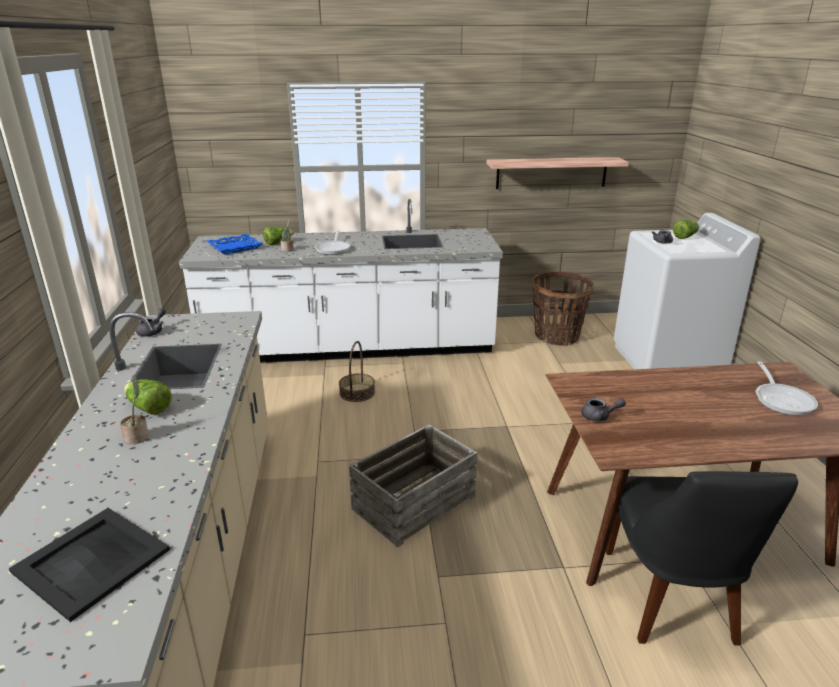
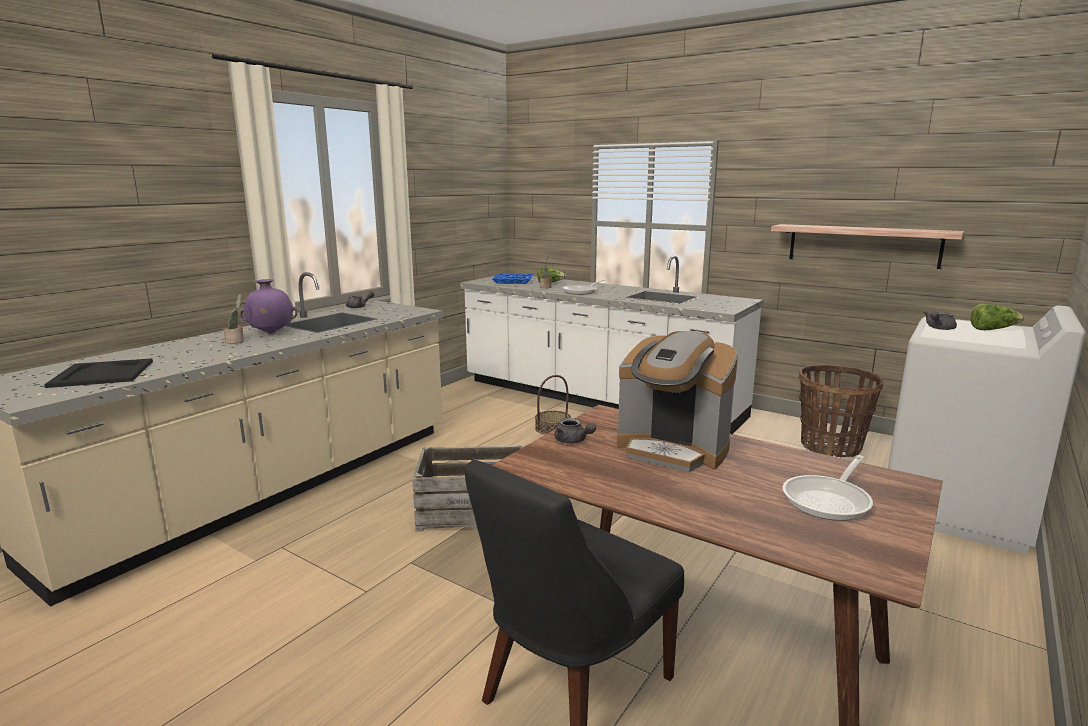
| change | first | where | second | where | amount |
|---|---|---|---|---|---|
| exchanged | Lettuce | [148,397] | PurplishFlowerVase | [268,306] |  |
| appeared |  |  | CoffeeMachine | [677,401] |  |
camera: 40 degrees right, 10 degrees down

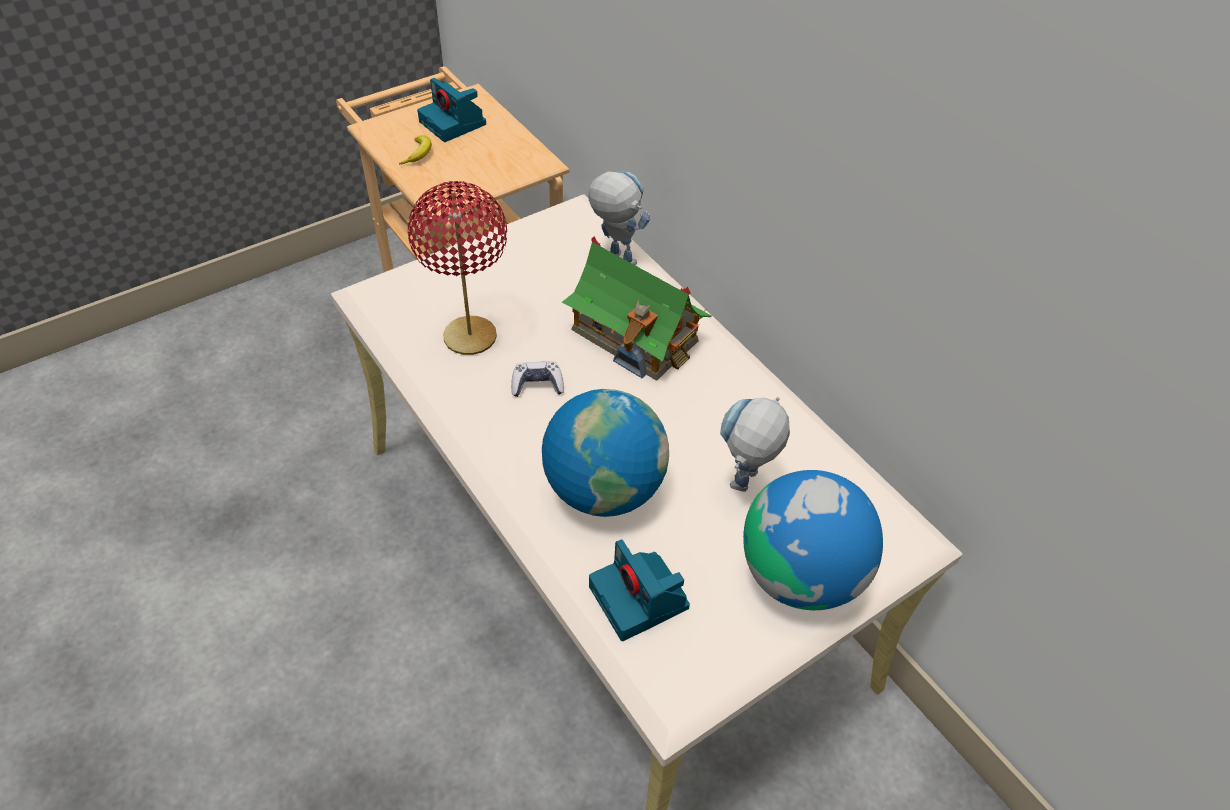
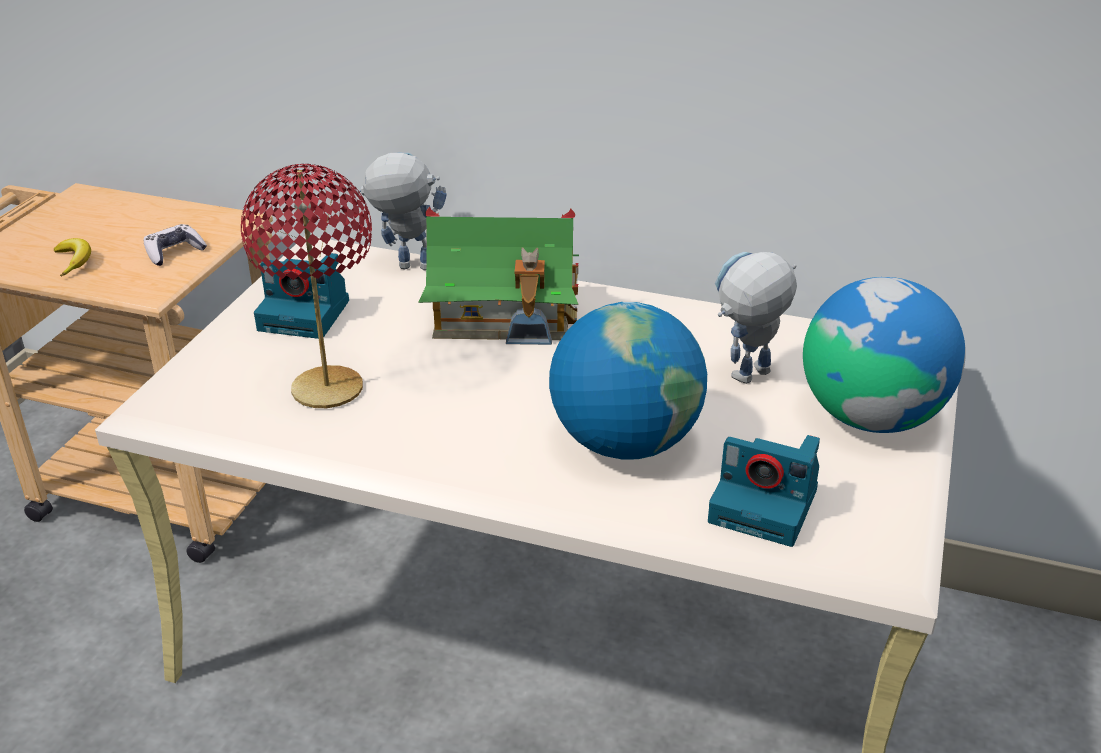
| change | first | where | second | where | amount |
|---|---|---|---|---|---|
| relocated | Gamepad | [537,379] |  | [175,245] |  |
| relocated | PhotoCamera | [451,110] |  | [301,296] |  |
| spun | ToyRobot | [755,444] |  | [756,318] | 60 degrees clockwise |
camera: 35 degrees left, 15 degrees down

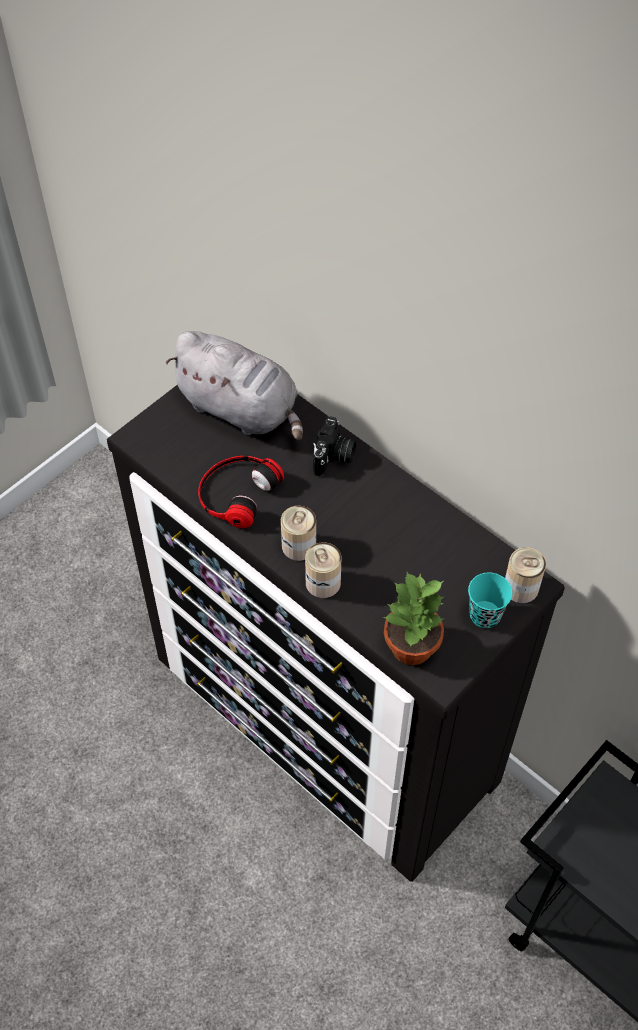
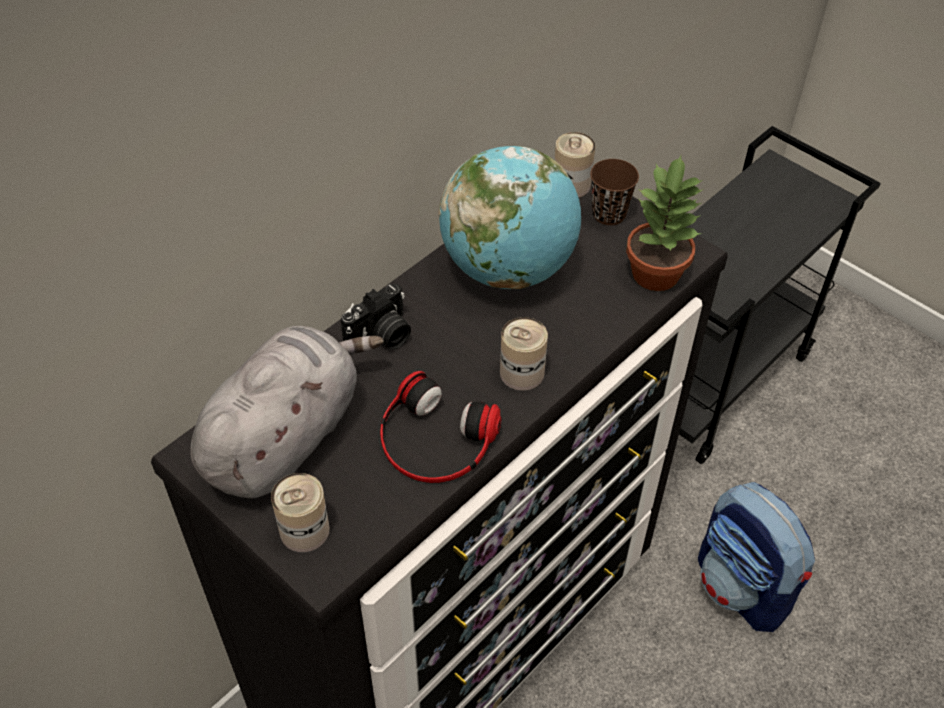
| change | first | where | second | where | amount |
|---|---|---|---|---|---|
| relocated | MetalCan | [323,570] |  | [300,512] |  |
| spun | PhotoCamera | [334,446] |  | [376,317] | 120 degrees clockwise |
| appeared |  |  | DeskGlobe | [510,217] |  |
| colour | TurquoiseColouredCup | [490,600] | BrownColouredCup | [614,192] |  |
| appeared |  |  | Knapsack | [756,557] |  |
camera: 90 degrees left, 5 degrees down

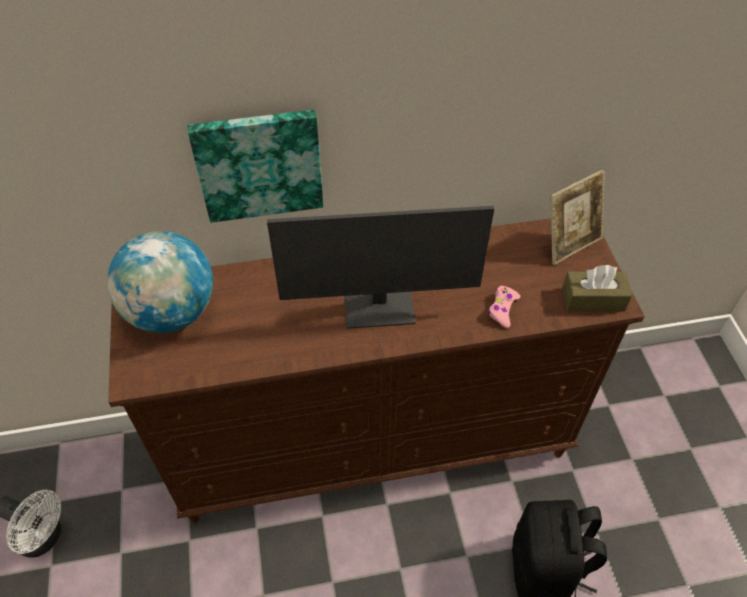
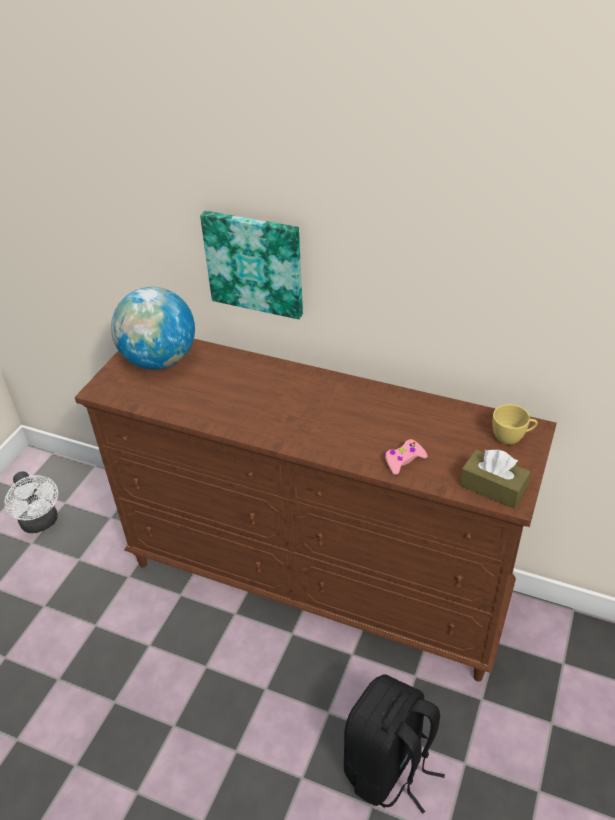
| change | first | where | second | where | amount |
|---|---|---|---|---|---|
| exchanged | PictureFrame | [578,217] | YellowColouredCup | [515,424] |  |
| missing | ComputerScreen | [380,267] |  |  |  |
camera: 35 degrees right, 10 degrees down

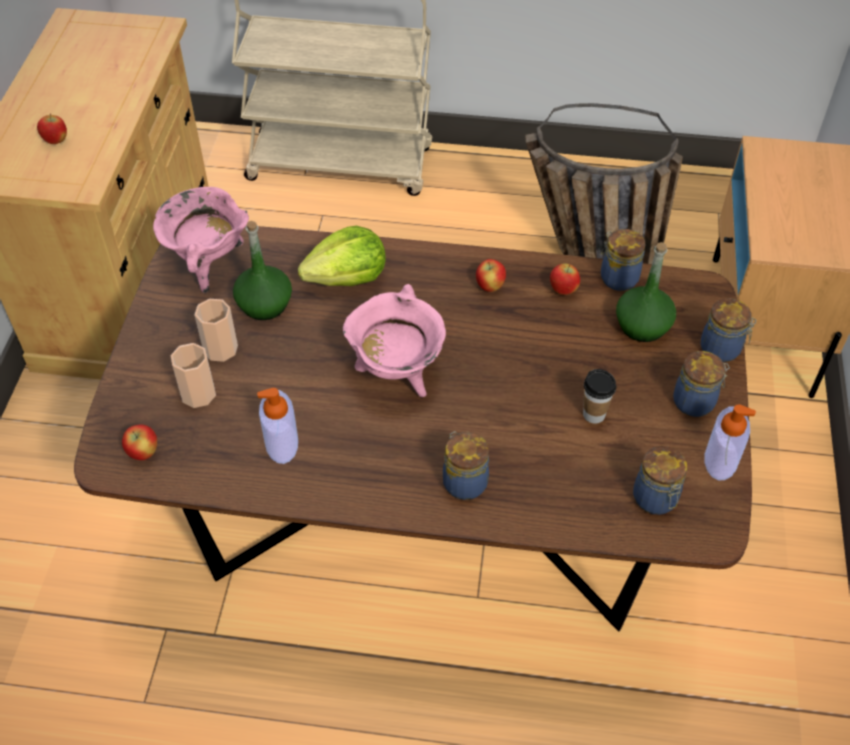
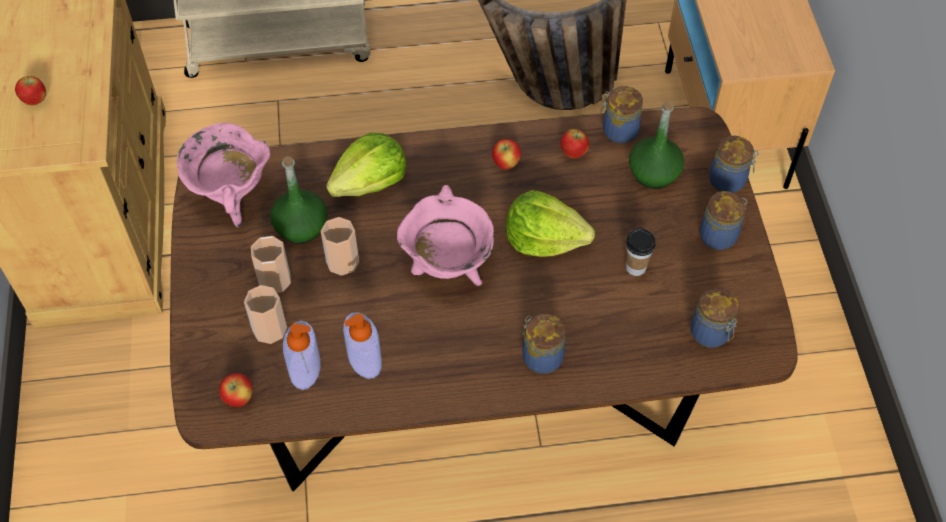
| change | first | where | second | where | amount |
|---|---|---|---|---|---|
| relocated | SoapBottle | [730,442] |  | [302,355] |  |
| appeared |  |  | Cup | [340,246] |  |
| appeared |  |  | Lettuce | [550,223] |  |
camera: 15 degrees left, 5 degrees up

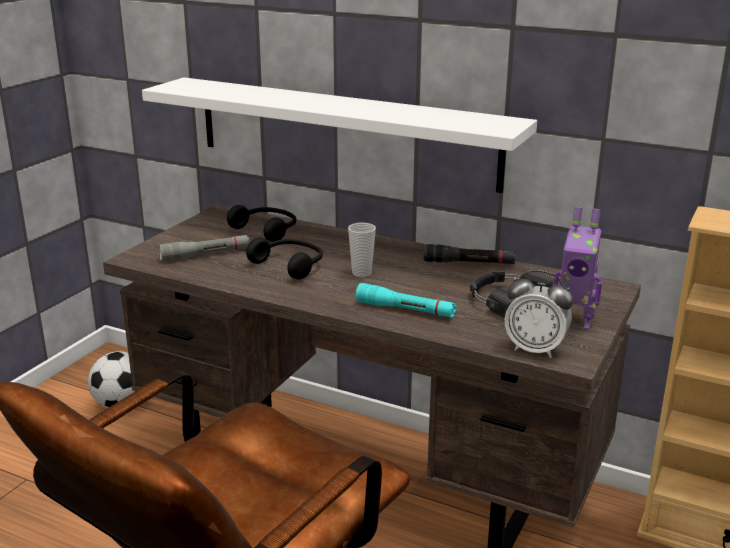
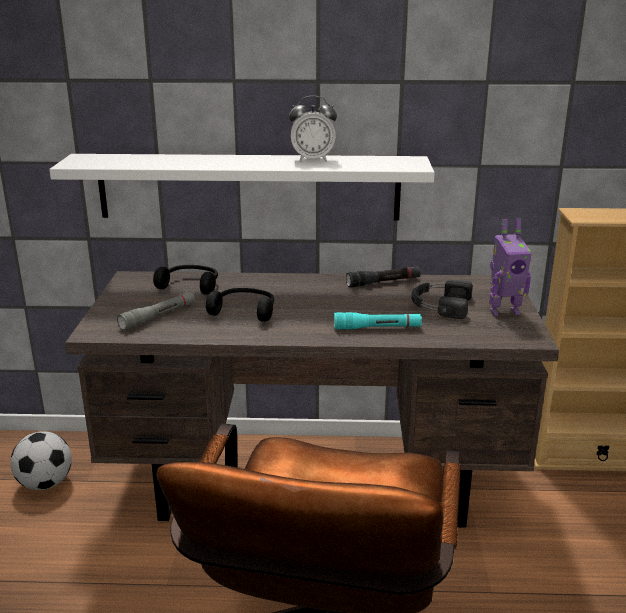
| change | first | where | second | where | amount |
|---|---|---|---|---|---|
| relocated | AlarmClock | [539,314] |  | [313,129] |  |
| missing | Cup | [362,250] |  |  |  |
camera: 25 degrees left, 0 degrees up

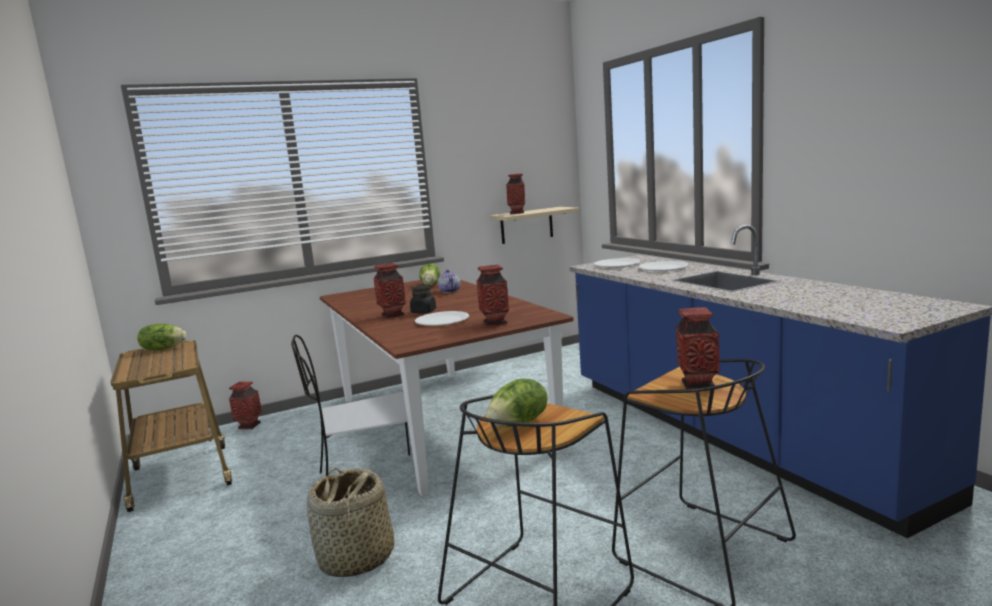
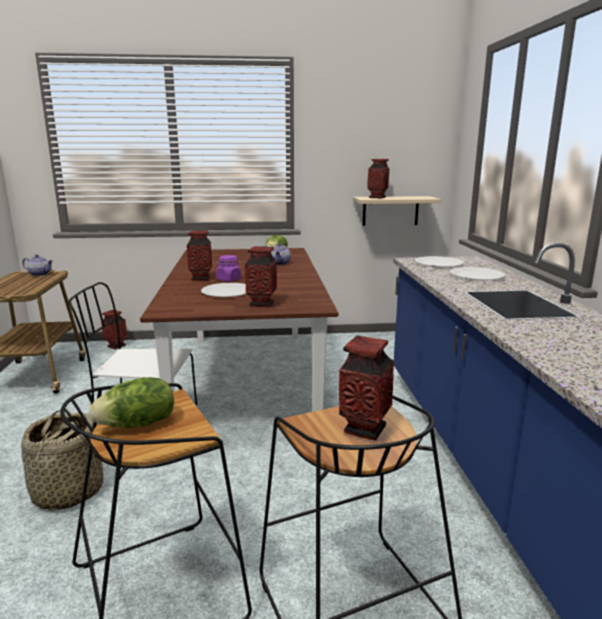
| change | first | where | second | where | amount |
|---|---|---|---|---|---|
| exchanged | Lettuce | [162,337] | Teapot | [37,265] |  |
| colour | BlackColouredJar | [423,299] | PurplishJar | [228,268] |  |
camera: 20 degrees right, 5 degrees up

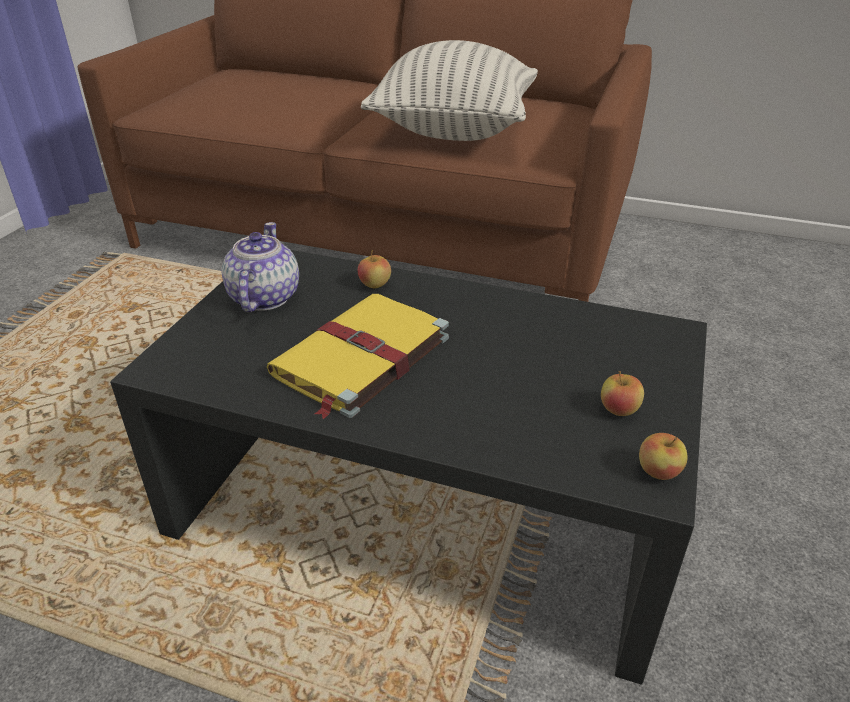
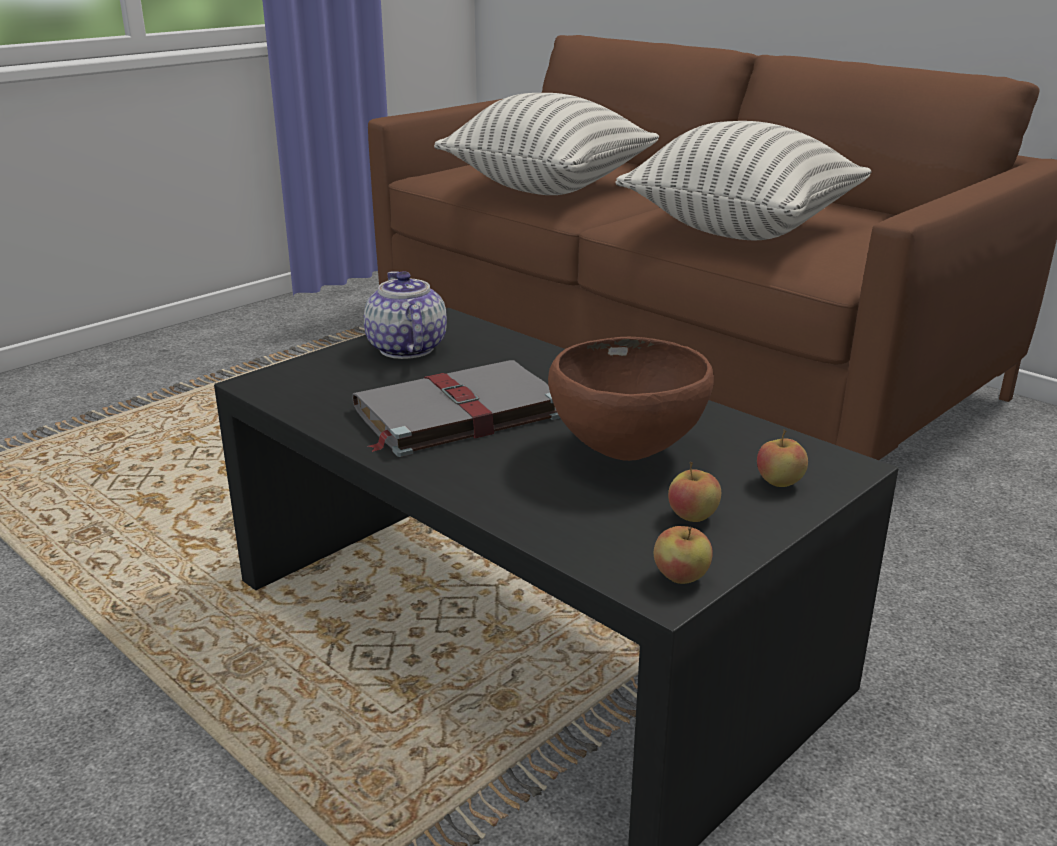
| change | first | where | second | where | amount |
|---|---|---|---|---|---|
| colour | YellowColouredBook | [358,356] | GrayBook | [456,408] |  |
| spun | Teapot | [260,267] |  | [405,315] | 45 degrees counterclockwise |
| appeared |  |  | ThrowPillow | [546,144] |  |
| appeared |  |  | BrownColouredDeepDish | [631,399] |  |
| relocated | Apple | [374,269] |  | [782,458] |  |
camera: 25 degrees right, 10 degrees down

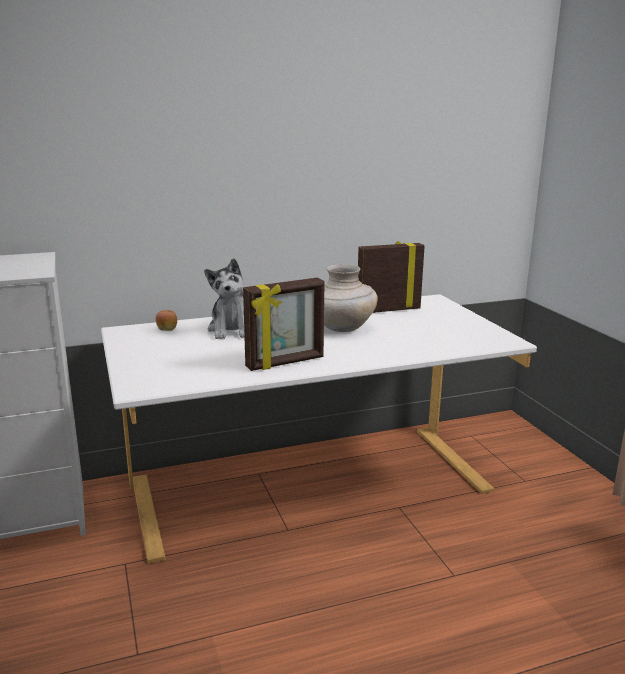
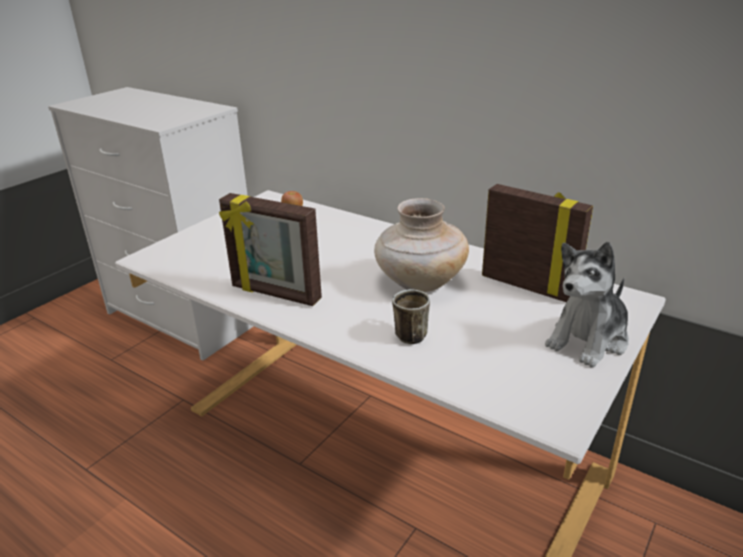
| change | first | where | second | where | amount |
|---|---|---|---|---|---|
| appeared |  |  | Mug | [411,316] |  |
| relocated | SoftToy | [224,298] |  | [587,305] |  |
camera: 55 degrees right, 10 degrees up

